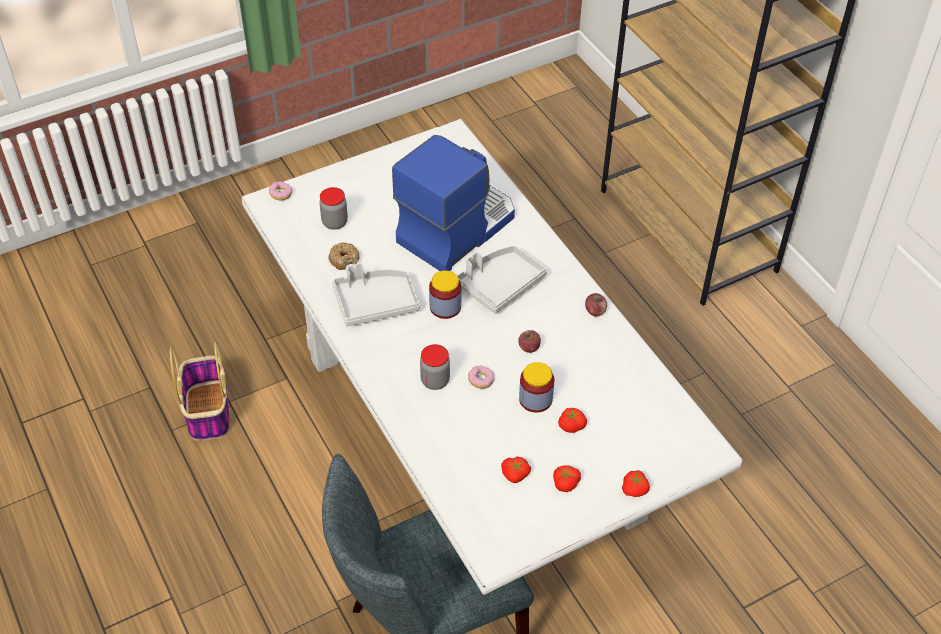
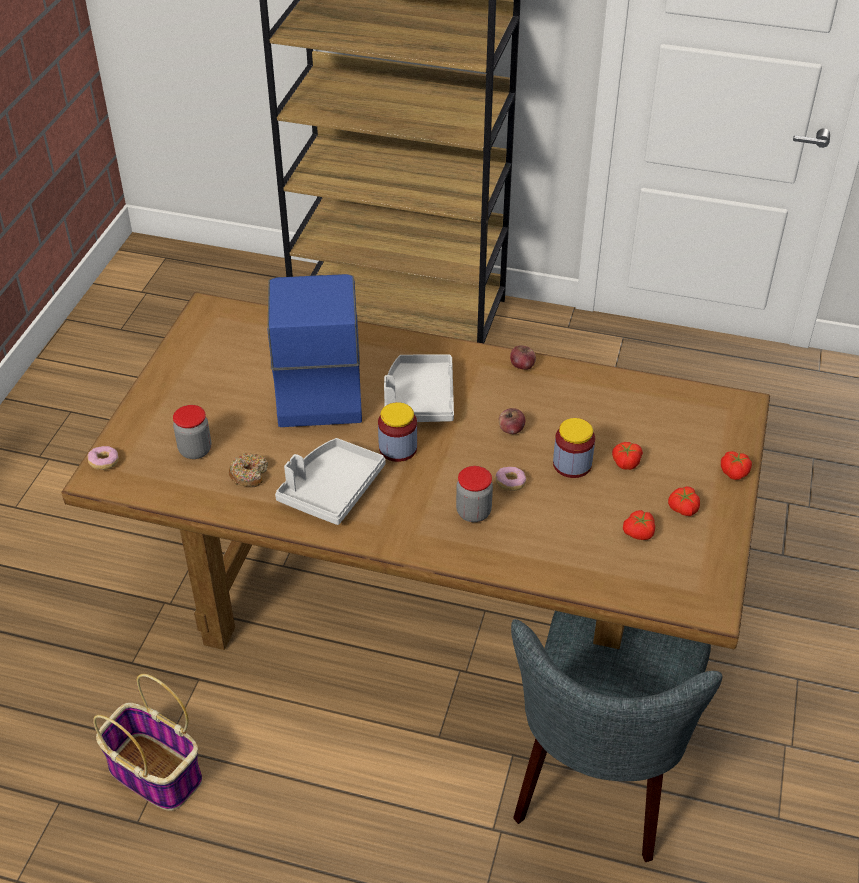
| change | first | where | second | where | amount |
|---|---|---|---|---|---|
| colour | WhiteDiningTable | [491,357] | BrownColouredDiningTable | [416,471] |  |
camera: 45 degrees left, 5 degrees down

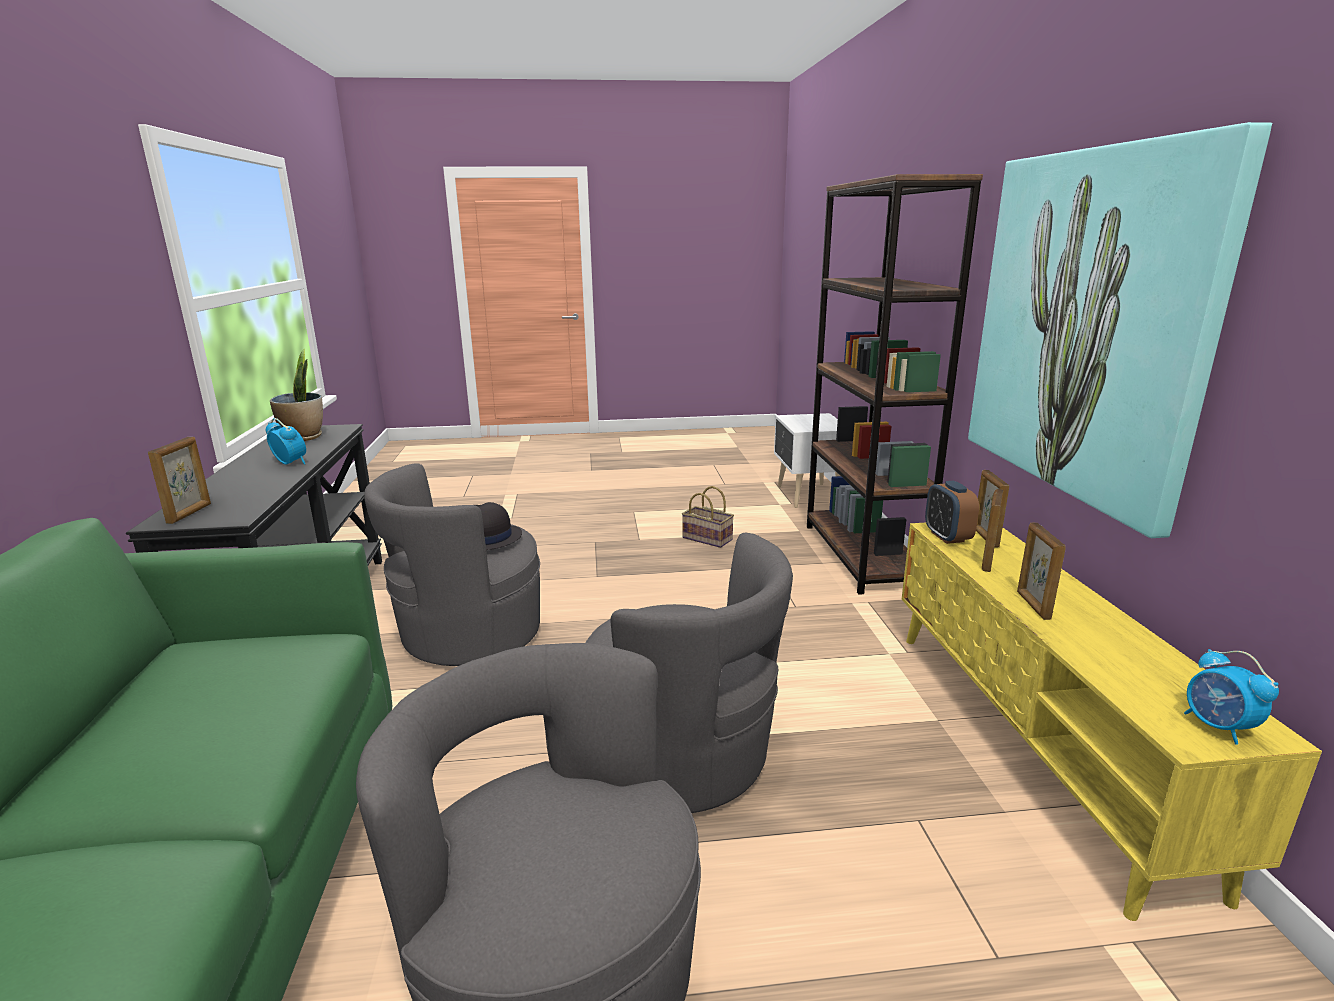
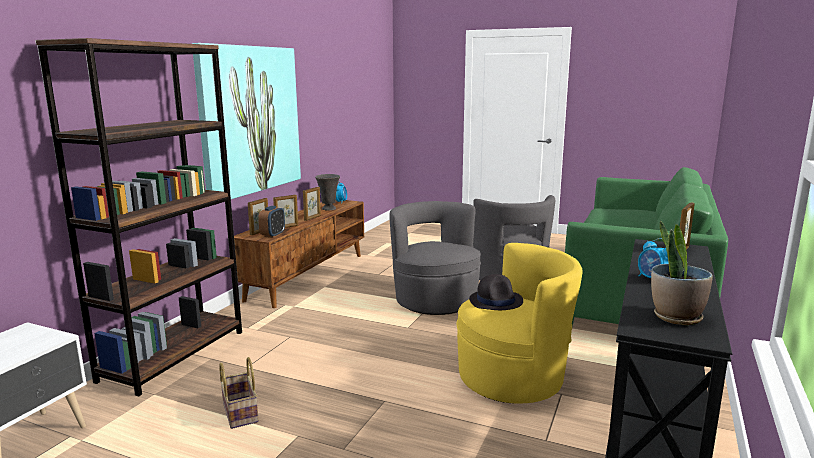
| change | first | where | second | where | amount |
|---|---|---|---|---|---|
| colour | YellowColouredTvUnit | [1112,722] | BrownColouredTvUnit | [299,254] |  |
| appeared |  |  | GrayFlowerVase | [327,192] |  |
| colour | GrayArmchair | [452,564] | YellowColouredArmchair | [519,323] |  |
camera: 150 degrees left, 5 degrees down

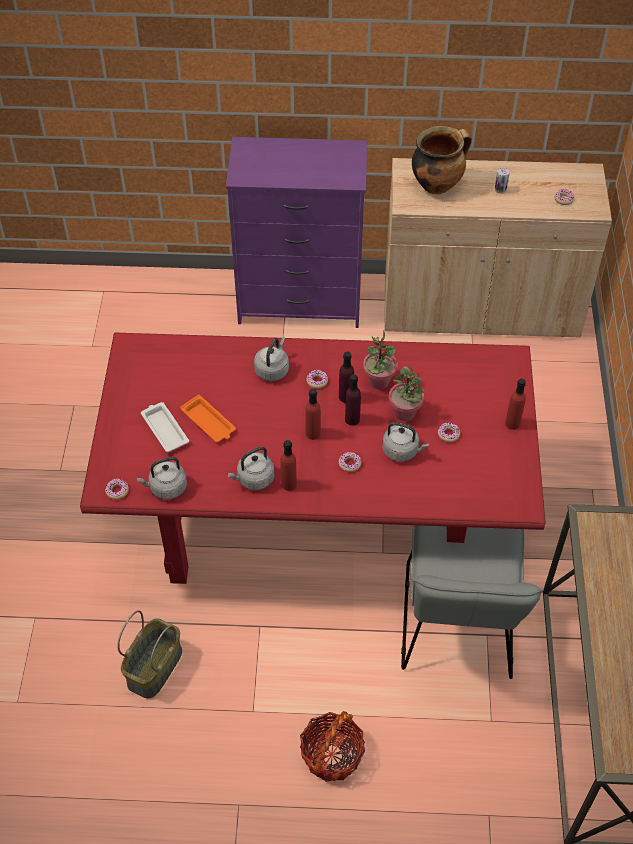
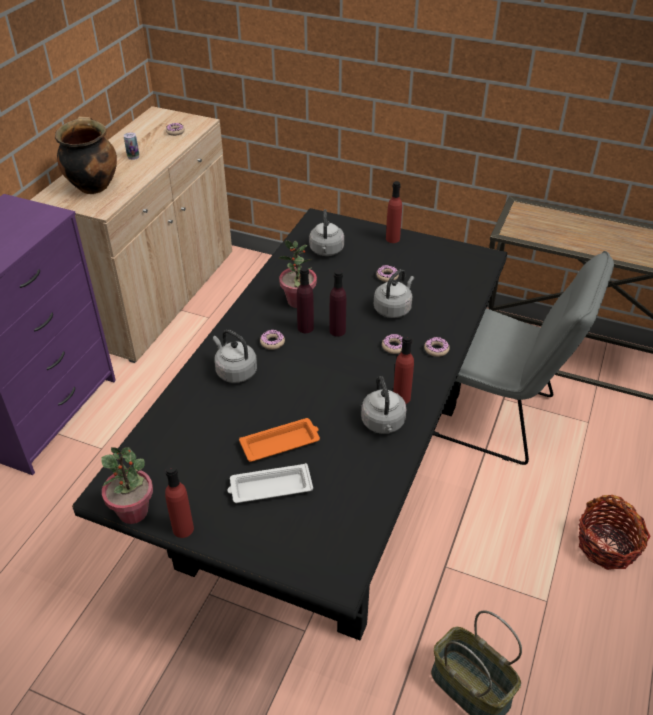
| change | first | where | second | where | amount |
|---|---|---|---|---|---|
| colour | ReddishDiningTable | [313,458] | BlackColouredDiningTable | [289,424] |  |
| relocated | PottedPlant | [406,393] |  | [127,485] |  |
| relocated | ReddishBottle | [313,414] |  | [179,501] |  |
| relocated | GrayTeaKettle | [162,478] |  | [326,232] |  |
| relocated | Donut | [117,489] |  | [437,347] |  |
camera: 70 degrees left, 10 degrees down

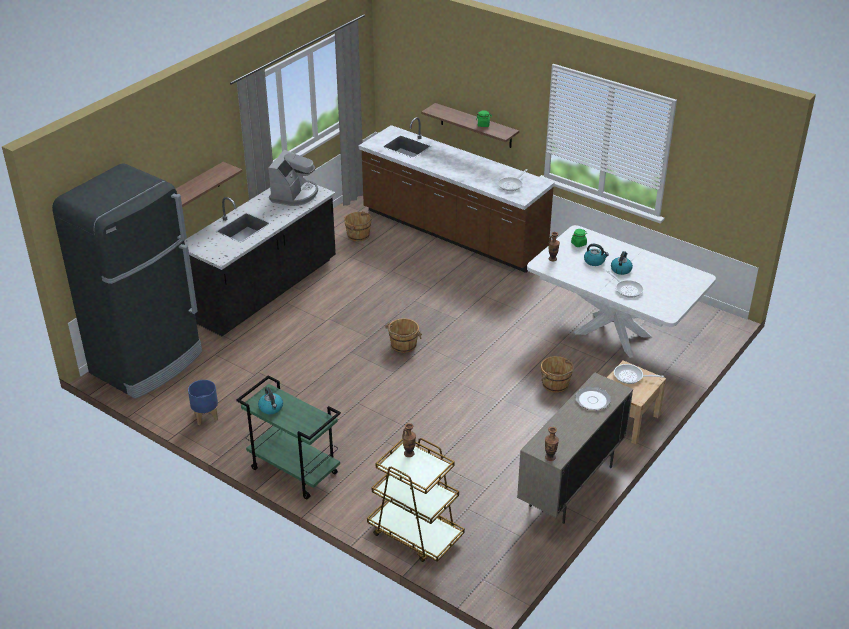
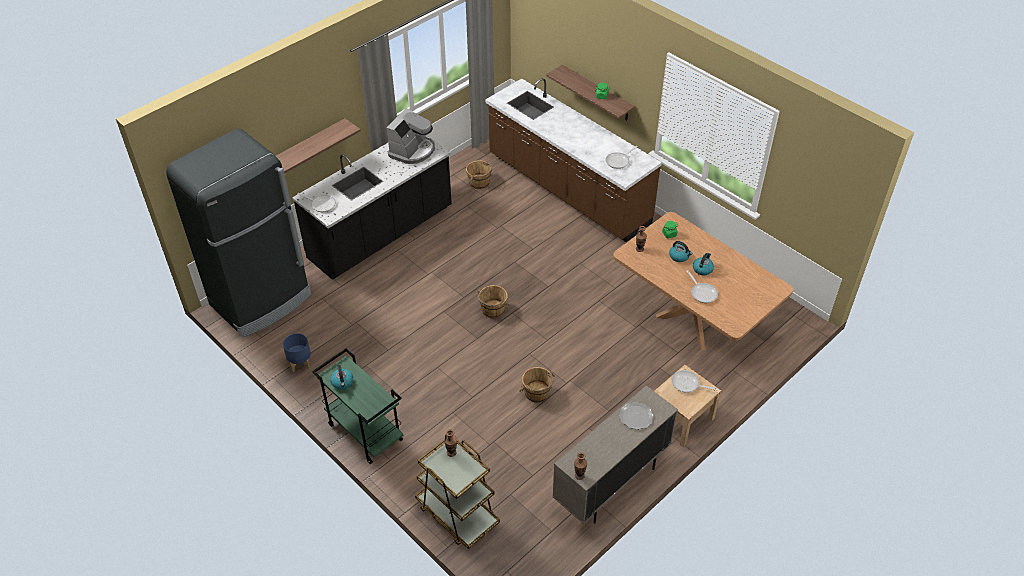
| change | first | where | second | where | amount |
|---|---|---|---|---|---|
| appeared |  |  | Pan | [316,202] |  |
| relocated | BrownColouredWaterBucket | [557,374] |  | [537,385] |  |
| colour | WhiteDiningTable | [621,291] | BrownColouredDiningTable | [703,281] |  |
camera: 10 degrees right, 10 degrees up

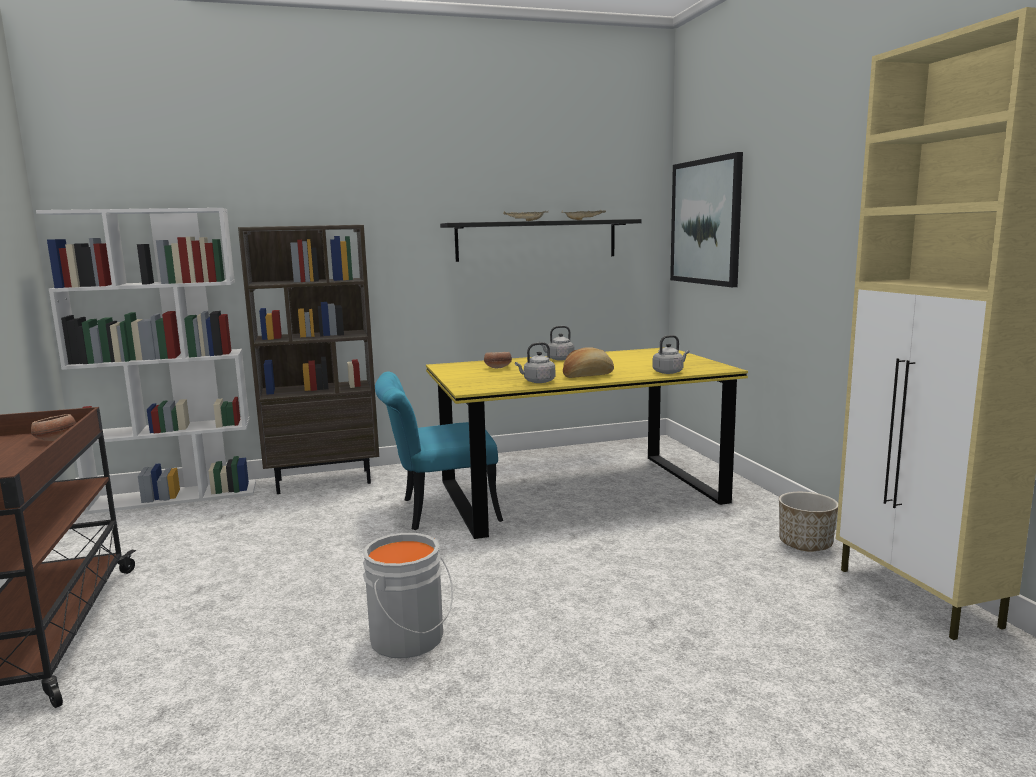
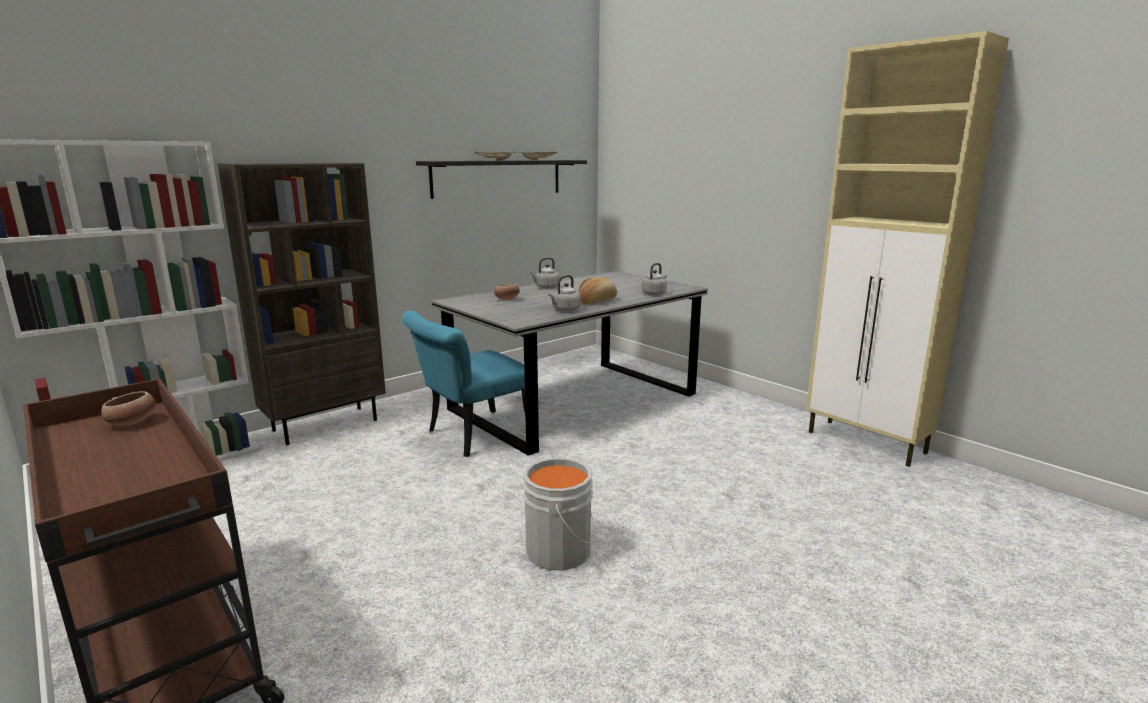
| change | first | where | second | where | amount |
|---|---|---|---|---|---|
| colour | YellowColouredDiningTable | [587,443] | GrayDiningTable | [569,363] |  |
| missing | WallPicture | [706,219] |  |  |  |
| missing | PlantPot | [808,522] |  |  |  |
camera: 25 degrees left, 5 degrees up

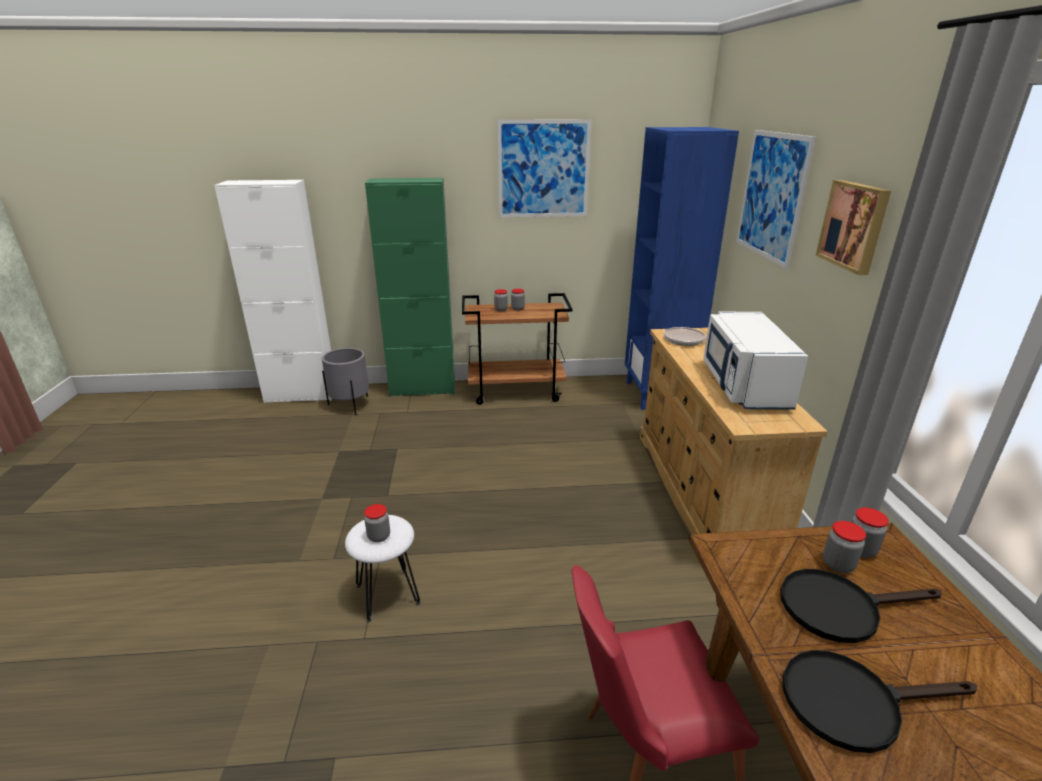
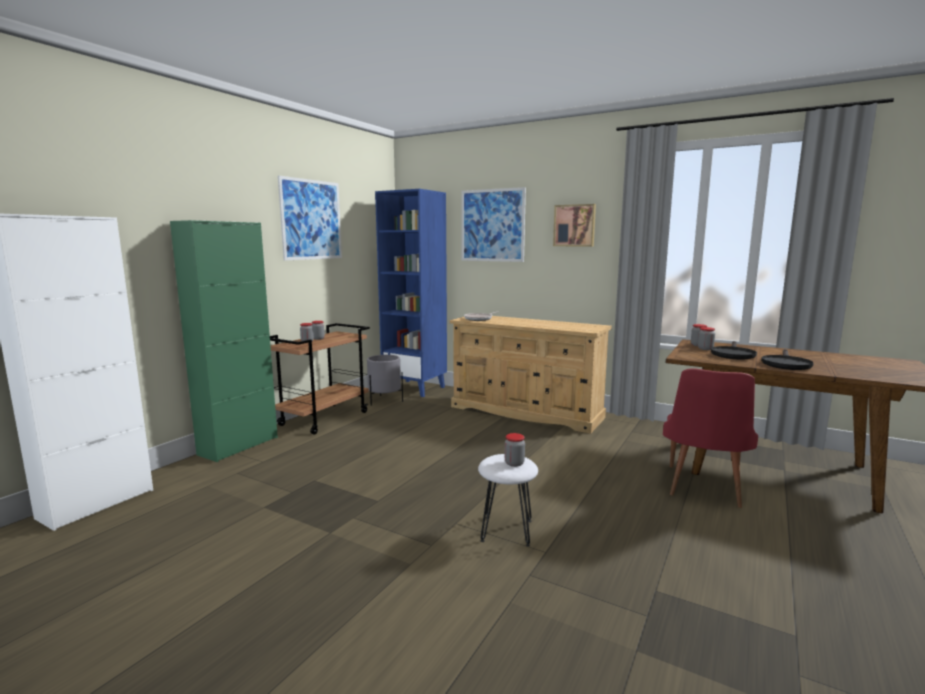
| change | first | where | second | where | amount |
|---|---|---|---|---|---|
| relocated | GrayPlantPot | [345,381] |  | [385,380] |  |
| missing | WhiteMicrowaveOven | [756,361] |  |  |  |
camera: 55 degrees left, 15 degrees down

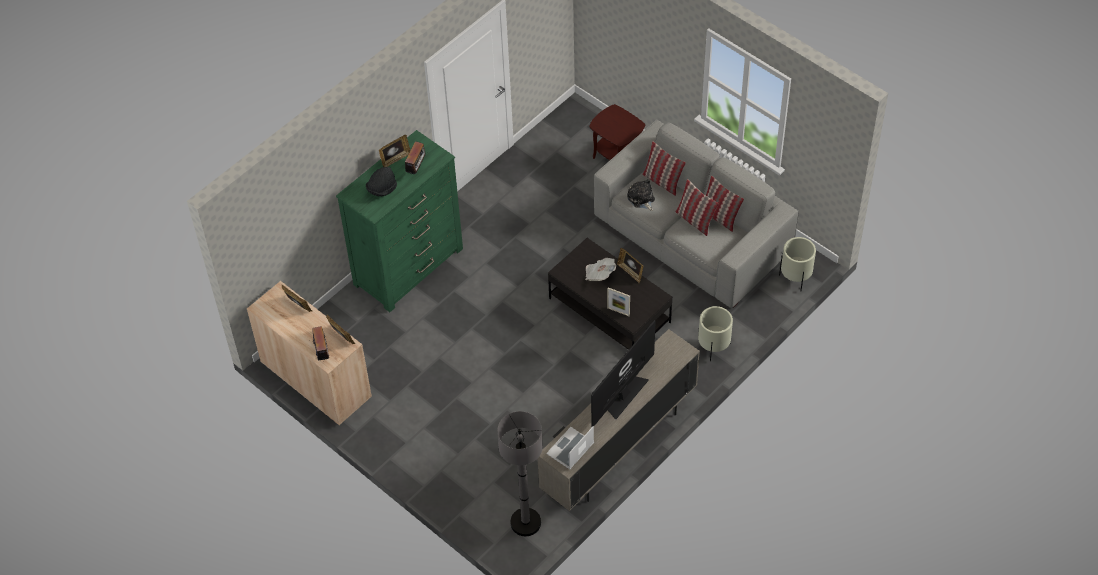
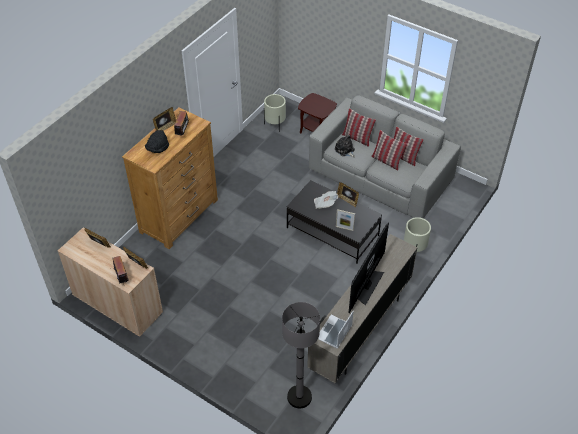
| change | first | where | second | where | amount |
|---|---|---|---|---|---|
| colour | GreenishDresser | [399,221] | BrownColouredDresser | [170,178] |  |
| relocated | SandColouredPlantPot | [797,264] |  | [275,113] |  |
camera: 10 degrees left, 5 degrees down

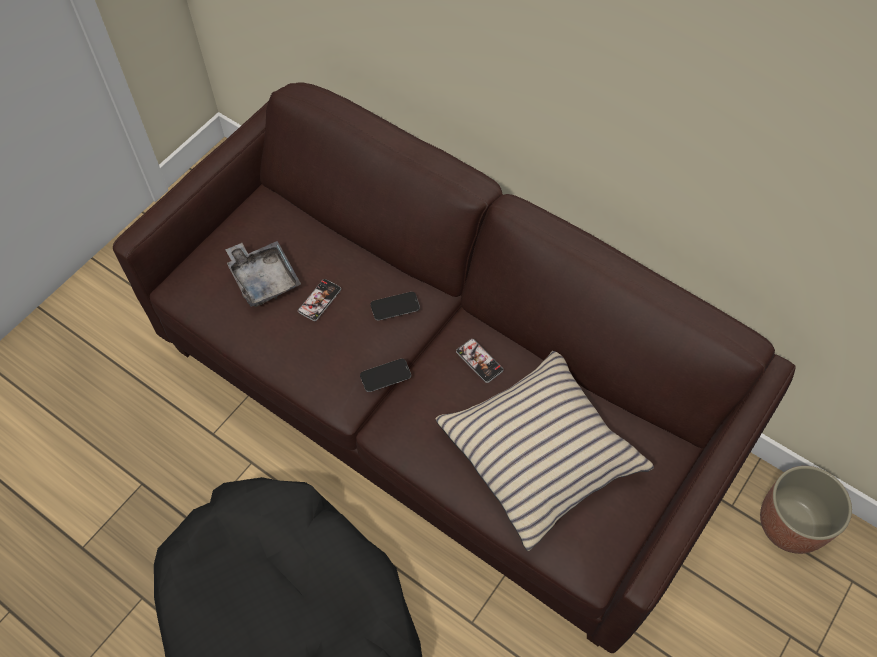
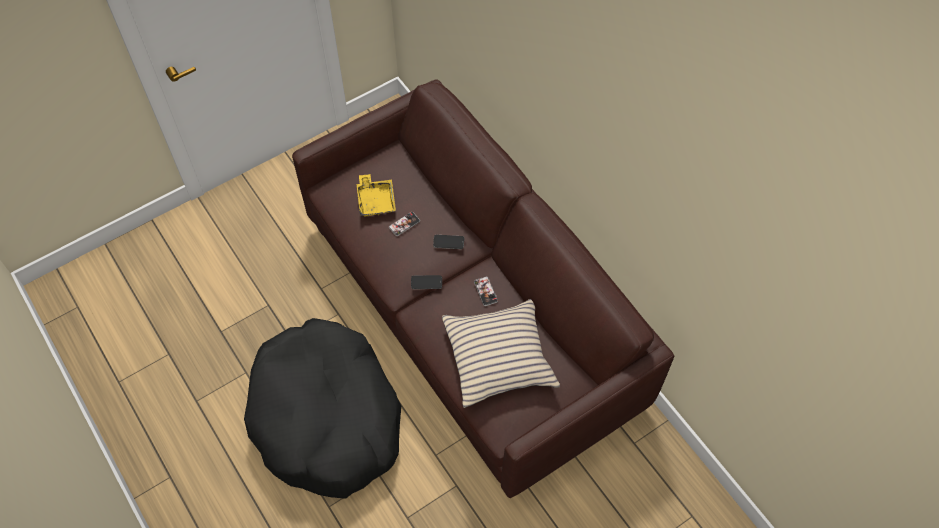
| change | first | where | second | where | amount |
|---|---|---|---|---|---|
| colour | GrayTray | [263,274] | YellowColouredTray | [376,195] |  |
| missing | PlantPot | [806,510] |  |  |  |
camera: 20 degrees right, 0 degrees up

